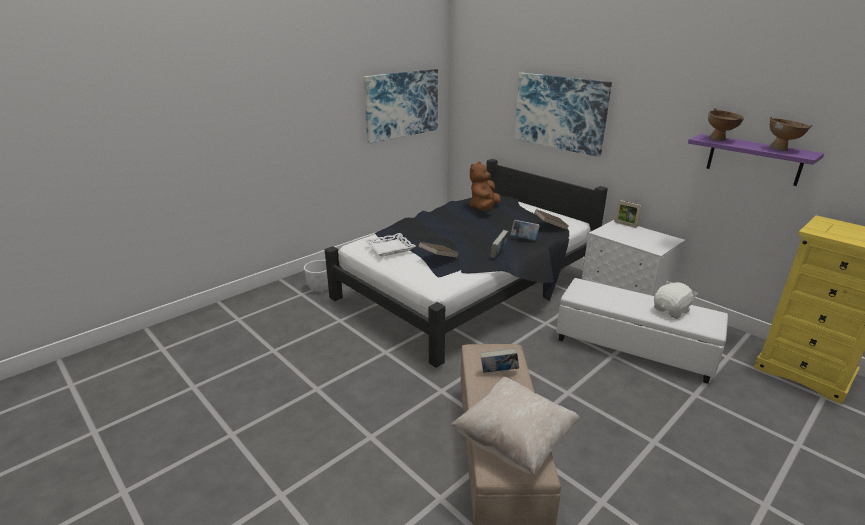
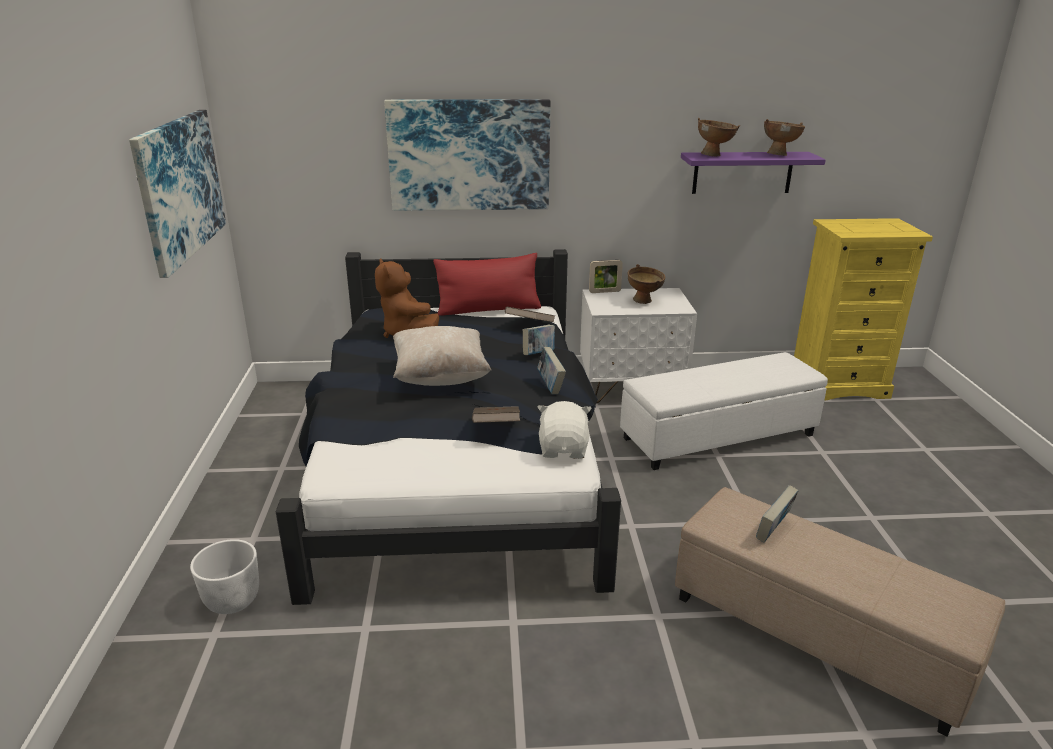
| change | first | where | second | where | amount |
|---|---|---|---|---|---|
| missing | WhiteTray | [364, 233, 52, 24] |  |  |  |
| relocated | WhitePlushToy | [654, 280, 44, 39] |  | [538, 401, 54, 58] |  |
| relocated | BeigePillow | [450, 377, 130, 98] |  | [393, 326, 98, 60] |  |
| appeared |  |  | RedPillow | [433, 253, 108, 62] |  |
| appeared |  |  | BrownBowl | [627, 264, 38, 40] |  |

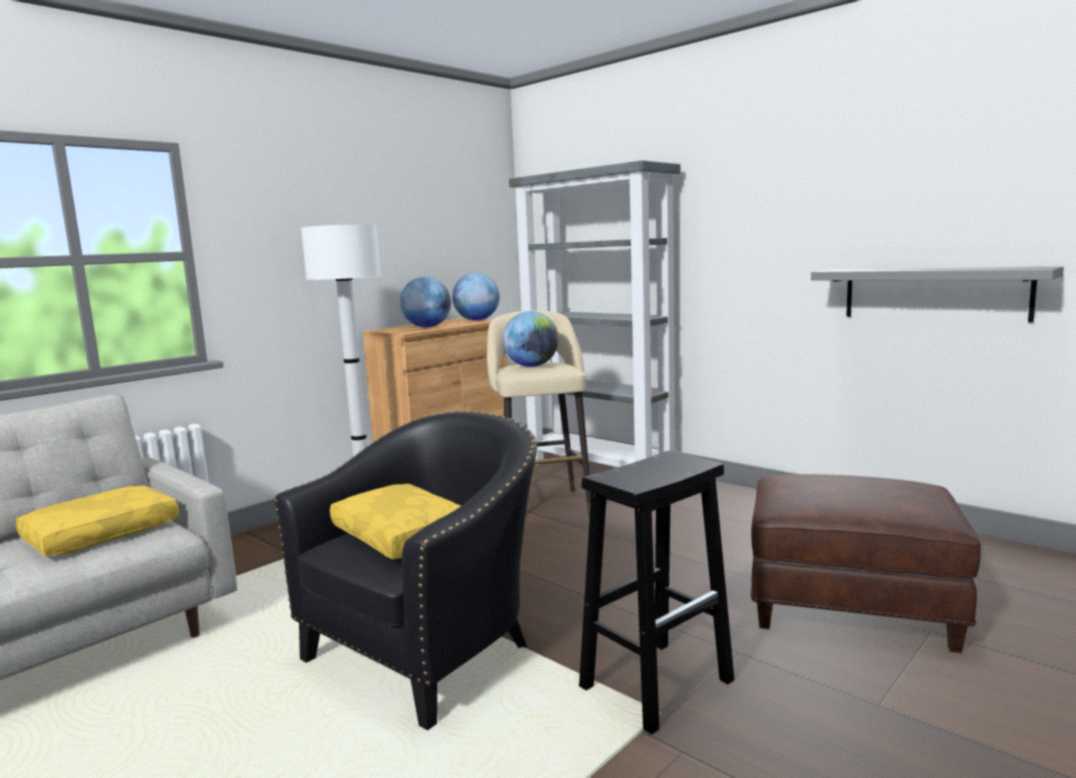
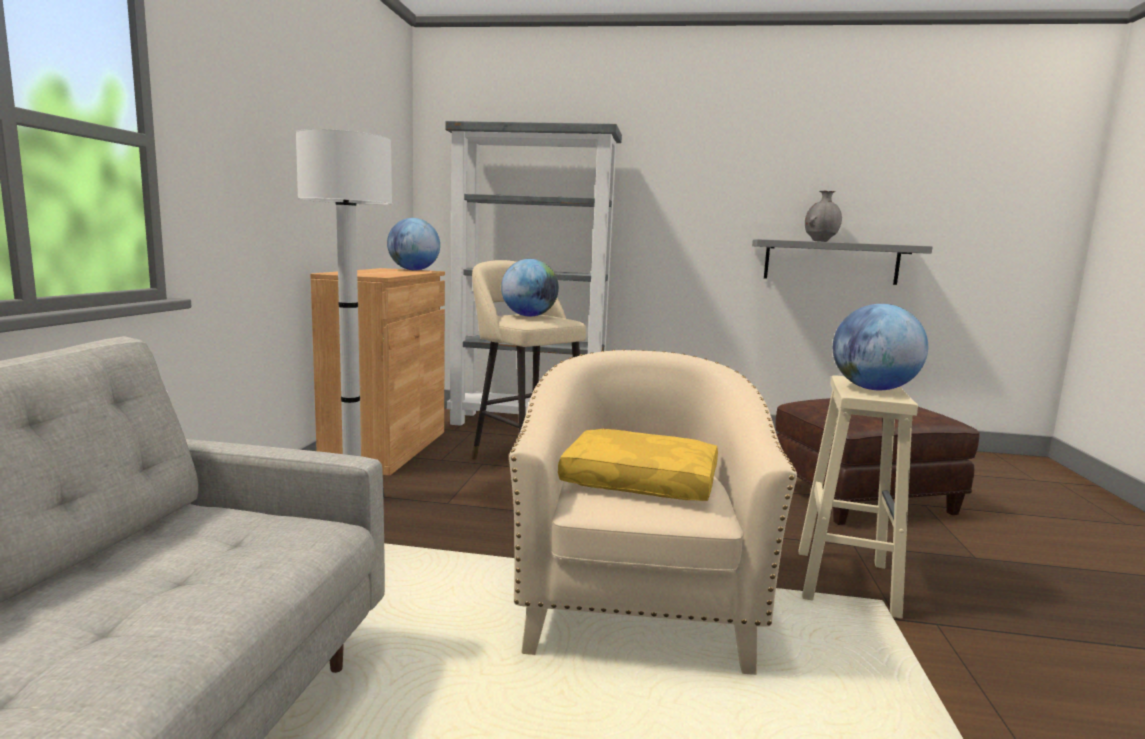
| change | first | where | second | where | amount |
|---|---|---|---|---|---|
| relocated | Globe | [400, 277, 51, 50] |  | [833, 304, 95, 86] |  |
| colour | BlackArmchair | [275, 411, 262, 319] | BeigeArmchair | [509, 349, 288, 326] |  |
| colour | BlackStool | [579, 451, 155, 284] | BeigeStool | [799, 375, 119, 244] |  |
| missing | YellowPillow | [16, 486, 163, 71] |  |  |  |
| appeared |  |  | GreyVase | [805, 190, 37, 52] |  |

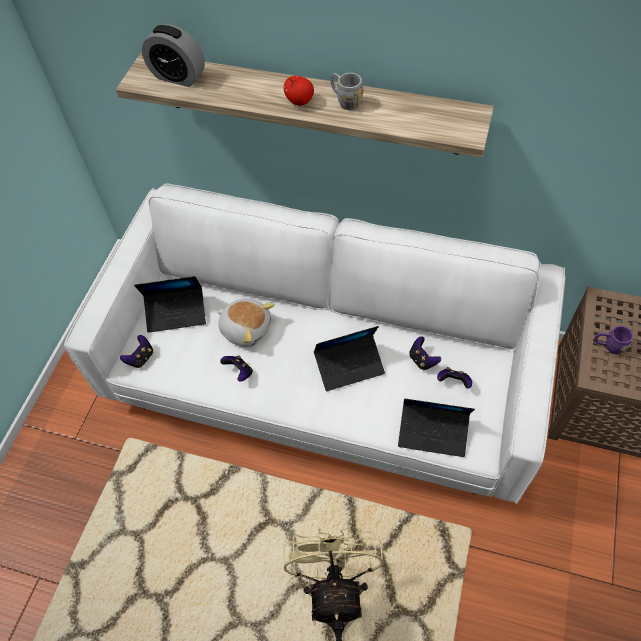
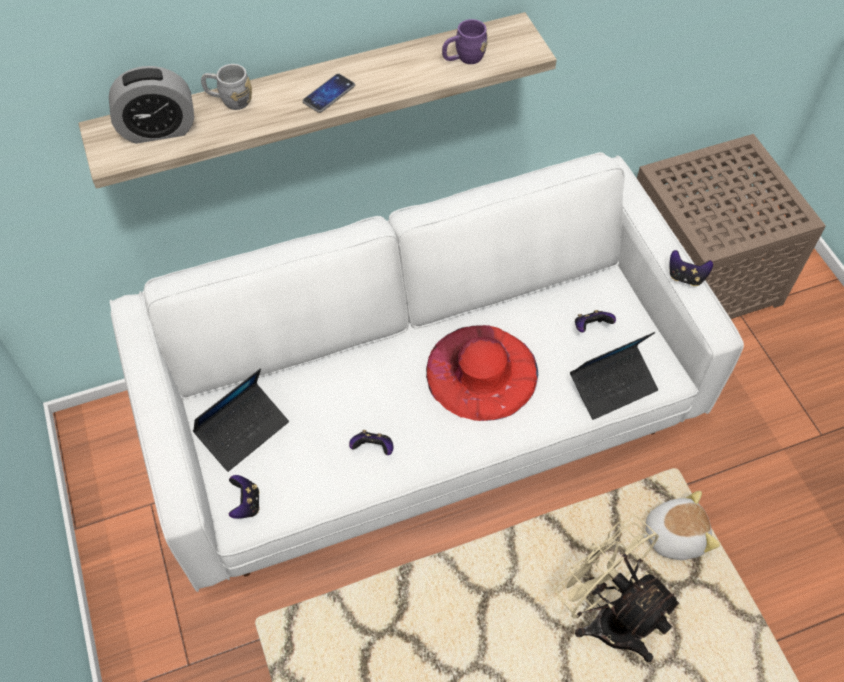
| change | first | where | second | where | amount |
|---|---|---|---|---|---|
| relocated | GreyMug | [331, 73, 33, 37] |  | [201, 64, 51, 46] |  |
| exchanged | Apple | [284, 76, 30, 30] | Phone | [303, 74, 52, 39] |  |
| relocated | PlushToy | [217, 299, 57, 48] |  | [642, 491, 78, 69] |  |
| exchanged | Laptop | [314, 326, 71, 65] | RedHat | [426, 325, 112, 96] |  |
| relocated | PurpleMug | [594, 326, 39, 28] |  | [442, 19, 46, 45] |  |
| relocated | GameController | [409, 336, 32, 34] |  | [670, 250, 43, 36] |  |

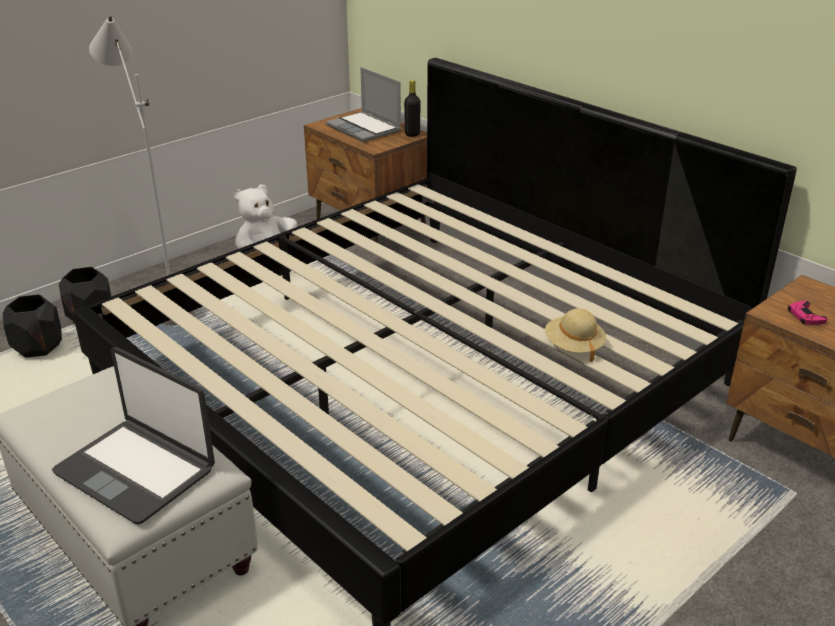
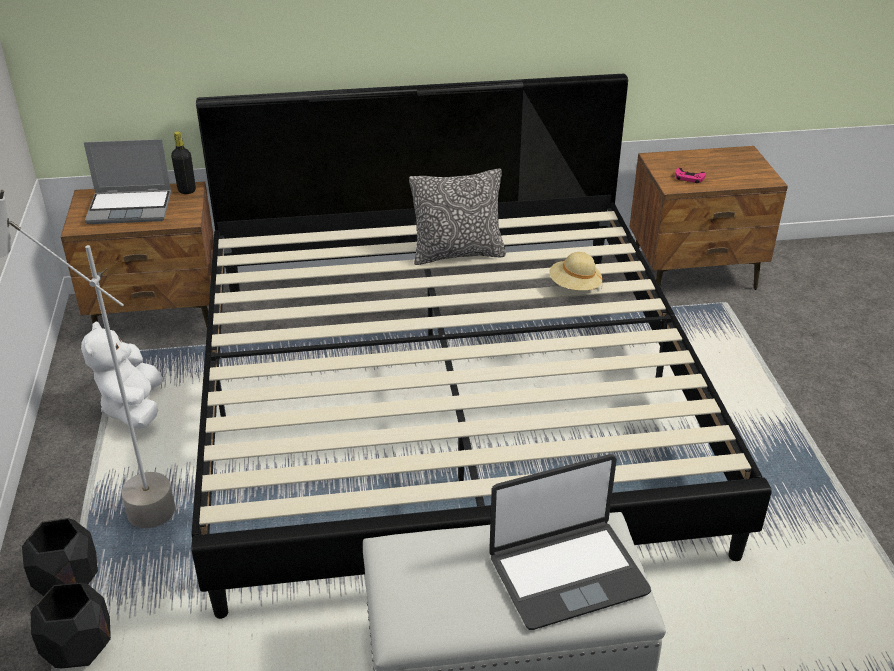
| change | first | where | second | where | amount |
|---|---|---|---|---|---|
| appeared |  |  | Pillow | [409, 169, 97, 96] |  |

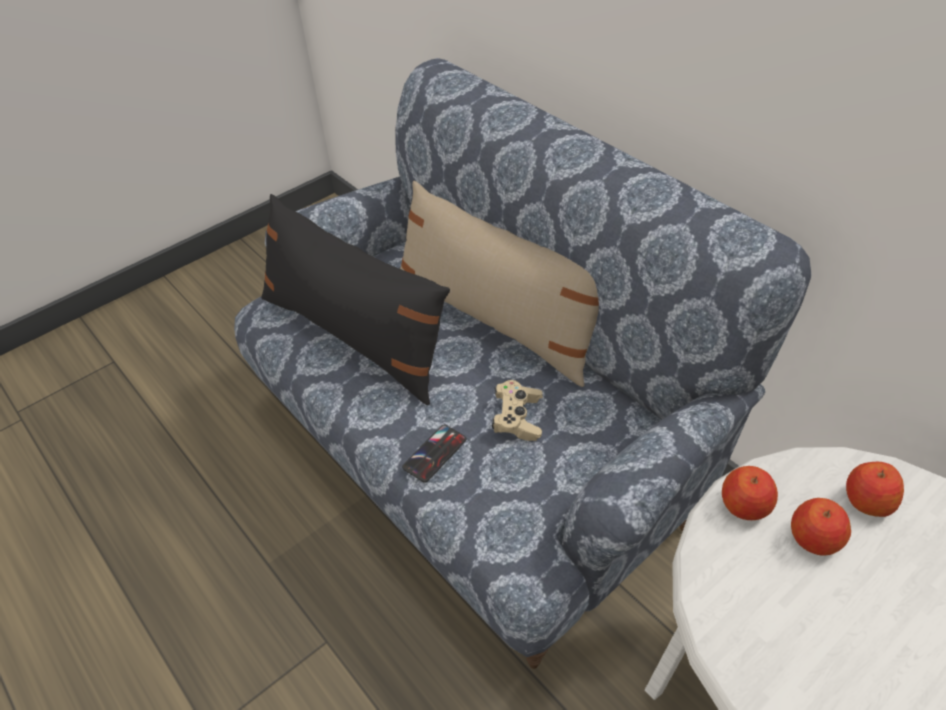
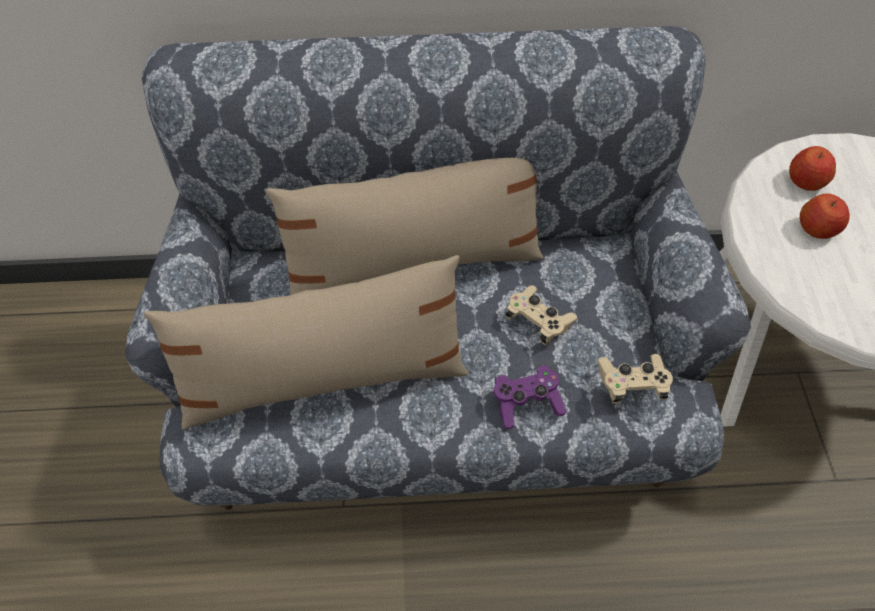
| change | first | where | second | where | amount |
|---|---|---|---|---|---|
| colour | BlackPillow | [261, 194, 189, 211] | BeigePillow | [144, 255, 325, 175] |  |
| exchanged | Phone | [402, 425, 65, 57] | PurpleGameController | [494, 365, 73, 64] |  |
| missing | Apple | [722, 466, 56, 54] |  |  |  |
| appeared |  |  | BeigeGameController | [597, 354, 76, 50] |  |

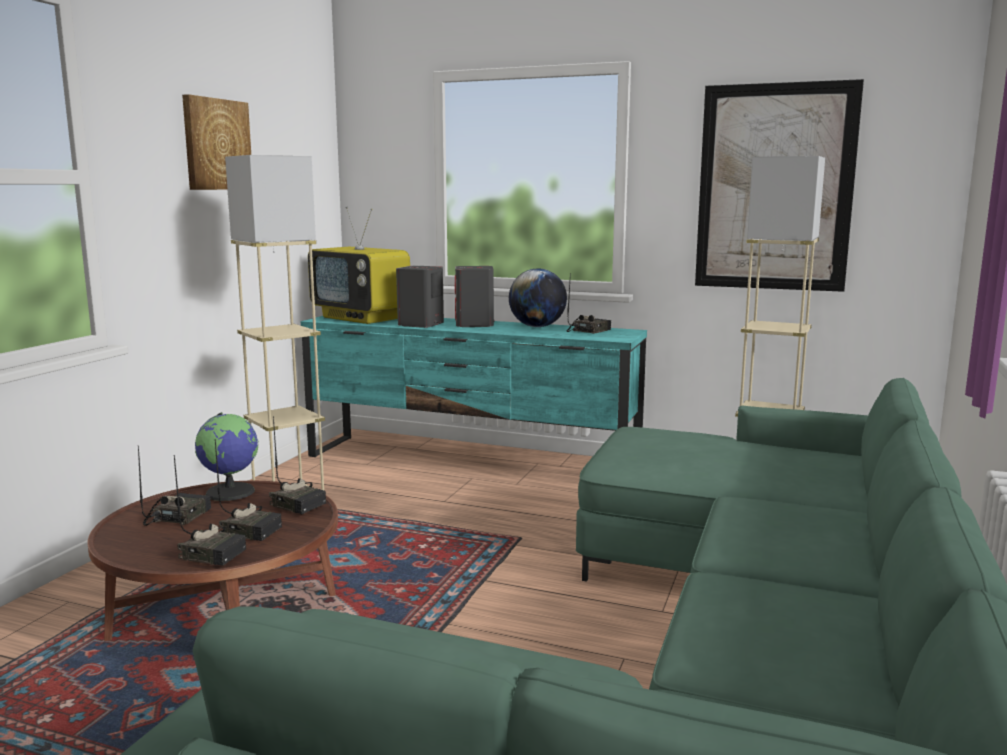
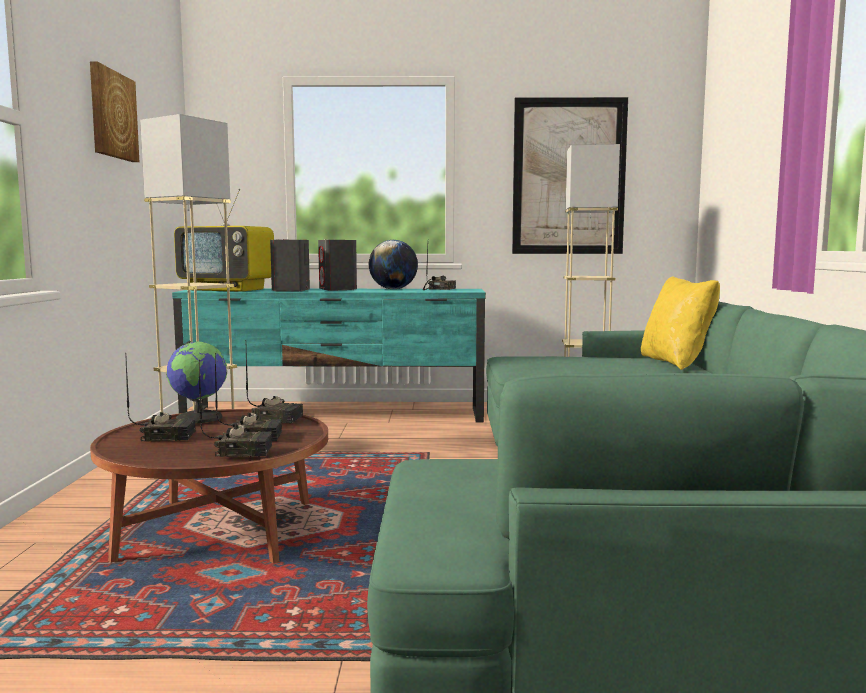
| change | first | where | second | where | amount |
|---|---|---|---|---|---|
| spun | Radio | [138, 445, 73, 81] |  | [126, 358, 69, 84] | 90 degrees clockwise |
| appeared |  |  | YellowPillow | [641, 276, 79, 94] |  |

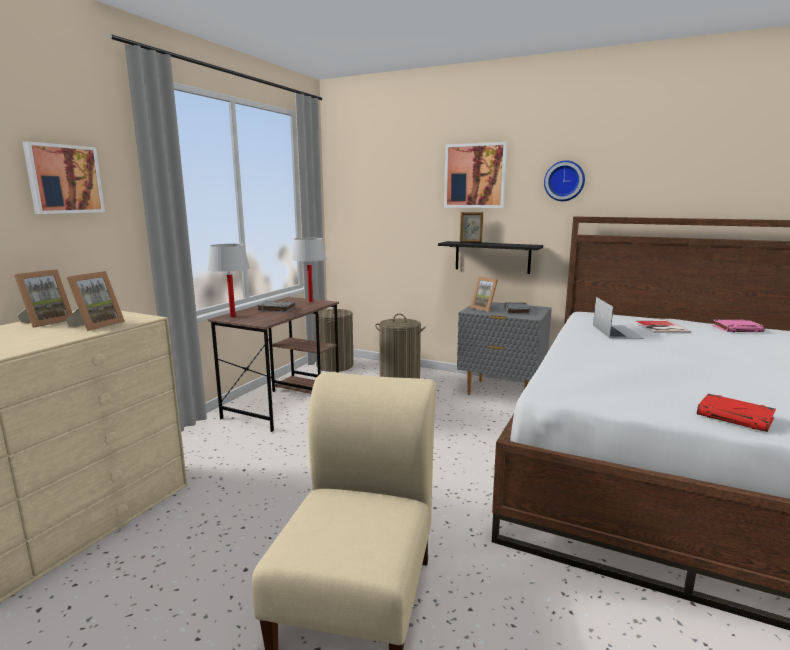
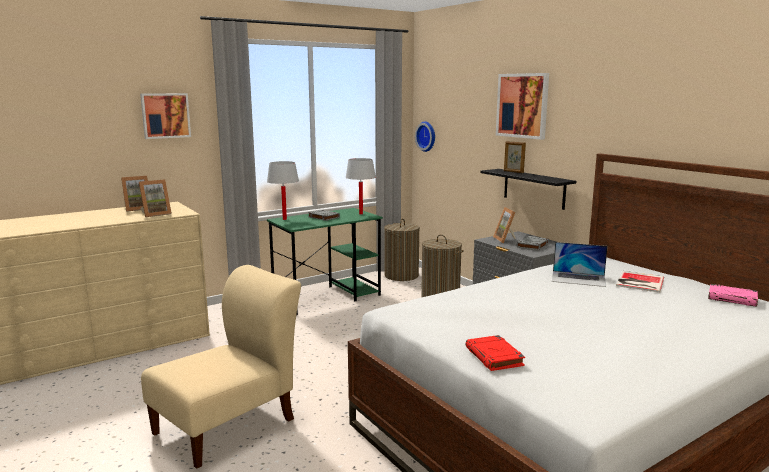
| change | first | where | second | where | amount |
|---|---|---|---|---|---|
| relocated | WallClock | [544, 161, 41, 40] |  | [415, 121, 20, 31] |  |
| colour | BrownDesk | [208, 297, 131, 135] | GreenDesk | [267, 208, 116, 107] |  |
| spun | Laptop | [593, 297, 52, 42] |  | [552, 242, 56, 45] | 75 degrees clockwise |

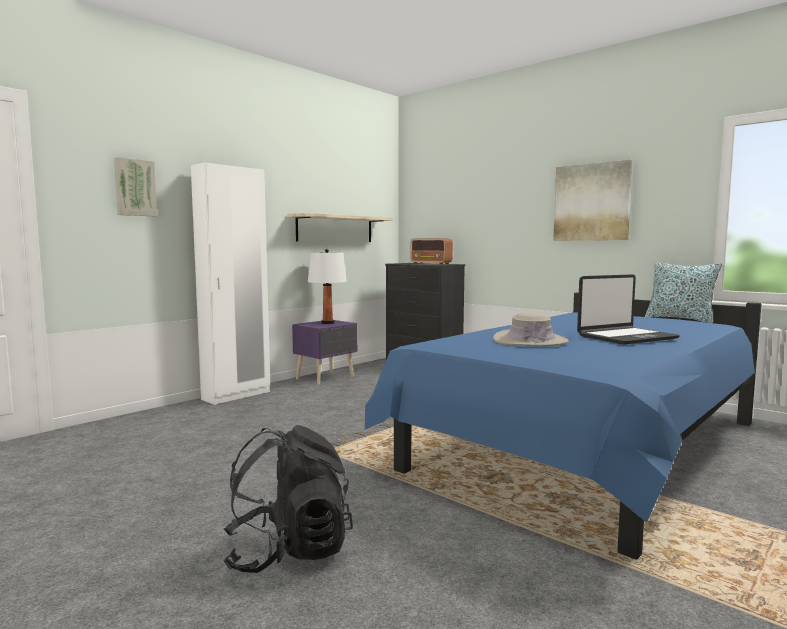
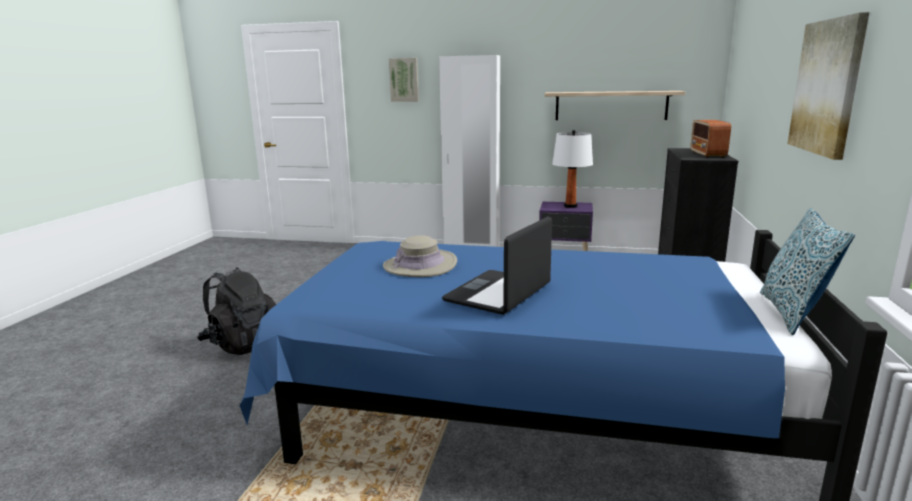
| change | first | where | second | where | amount |
|---|---|---|---|---|---|
| spun | Laptop | [577, 274, 103, 71] |  | [442, 216, 110, 99] | 90 degrees clockwise |

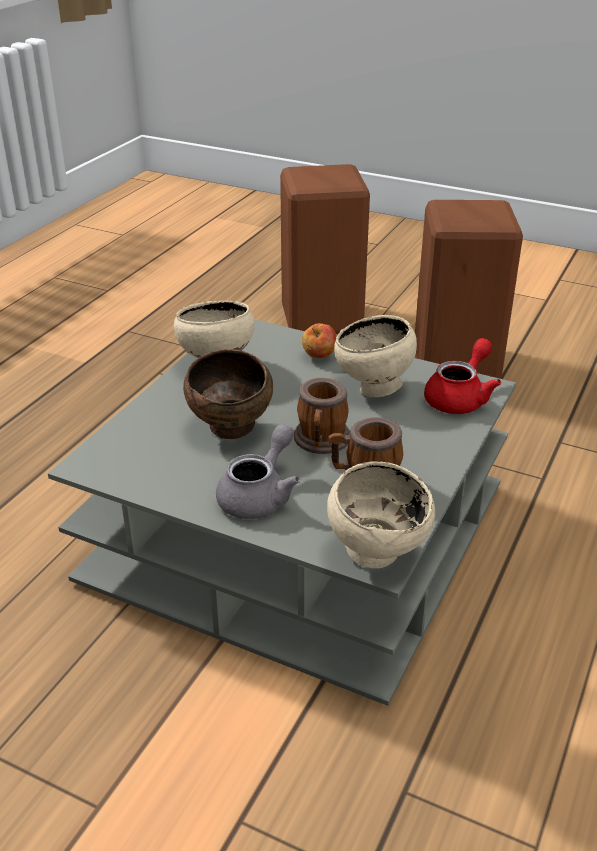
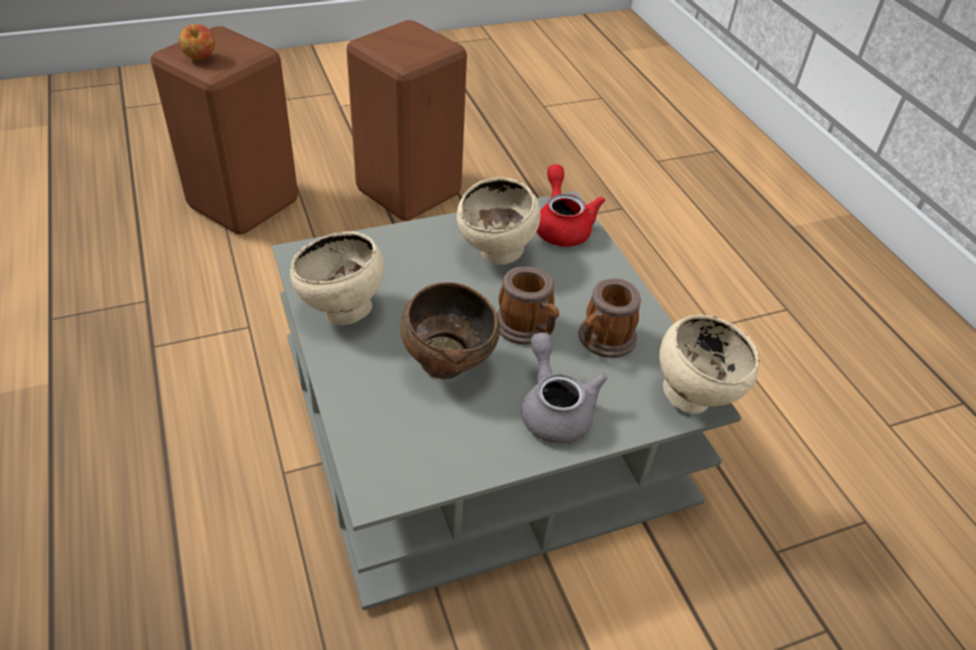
| change | first | where | second | where | amount |
|---|---|---|---|---|---|
| relocated | Apple | [302, 323, 35, 35] |  | [179, 24, 36, 36] |  |

